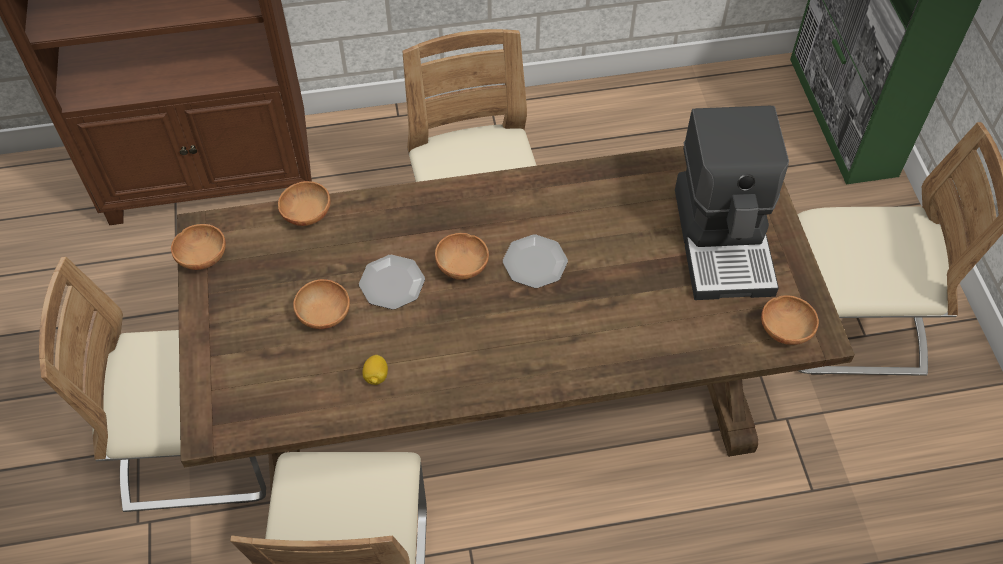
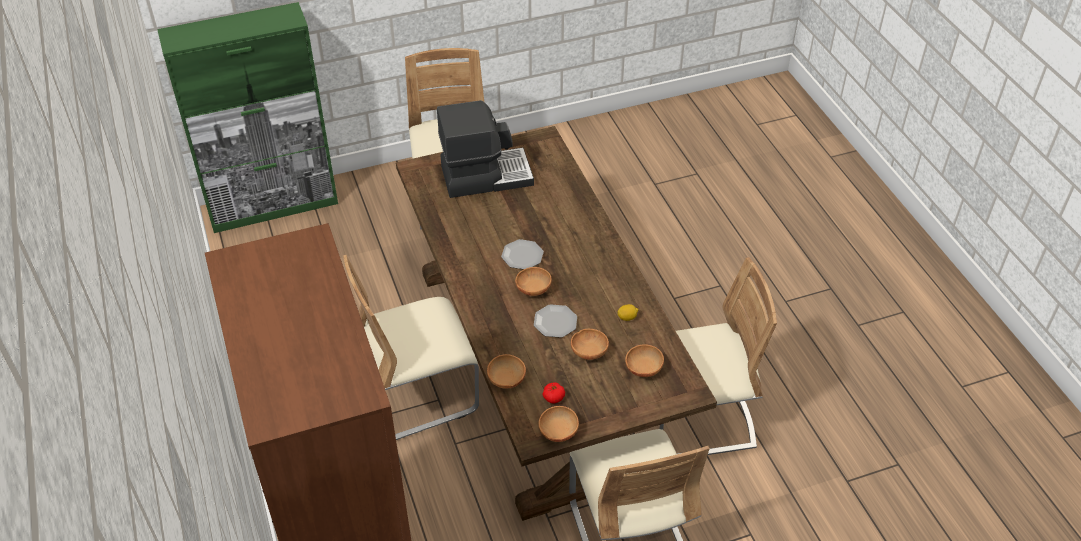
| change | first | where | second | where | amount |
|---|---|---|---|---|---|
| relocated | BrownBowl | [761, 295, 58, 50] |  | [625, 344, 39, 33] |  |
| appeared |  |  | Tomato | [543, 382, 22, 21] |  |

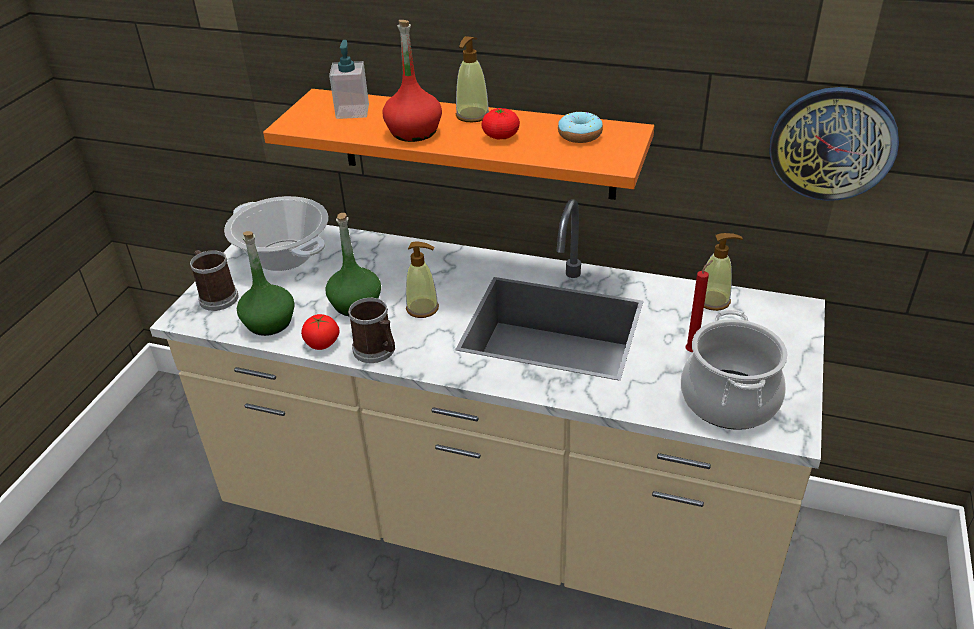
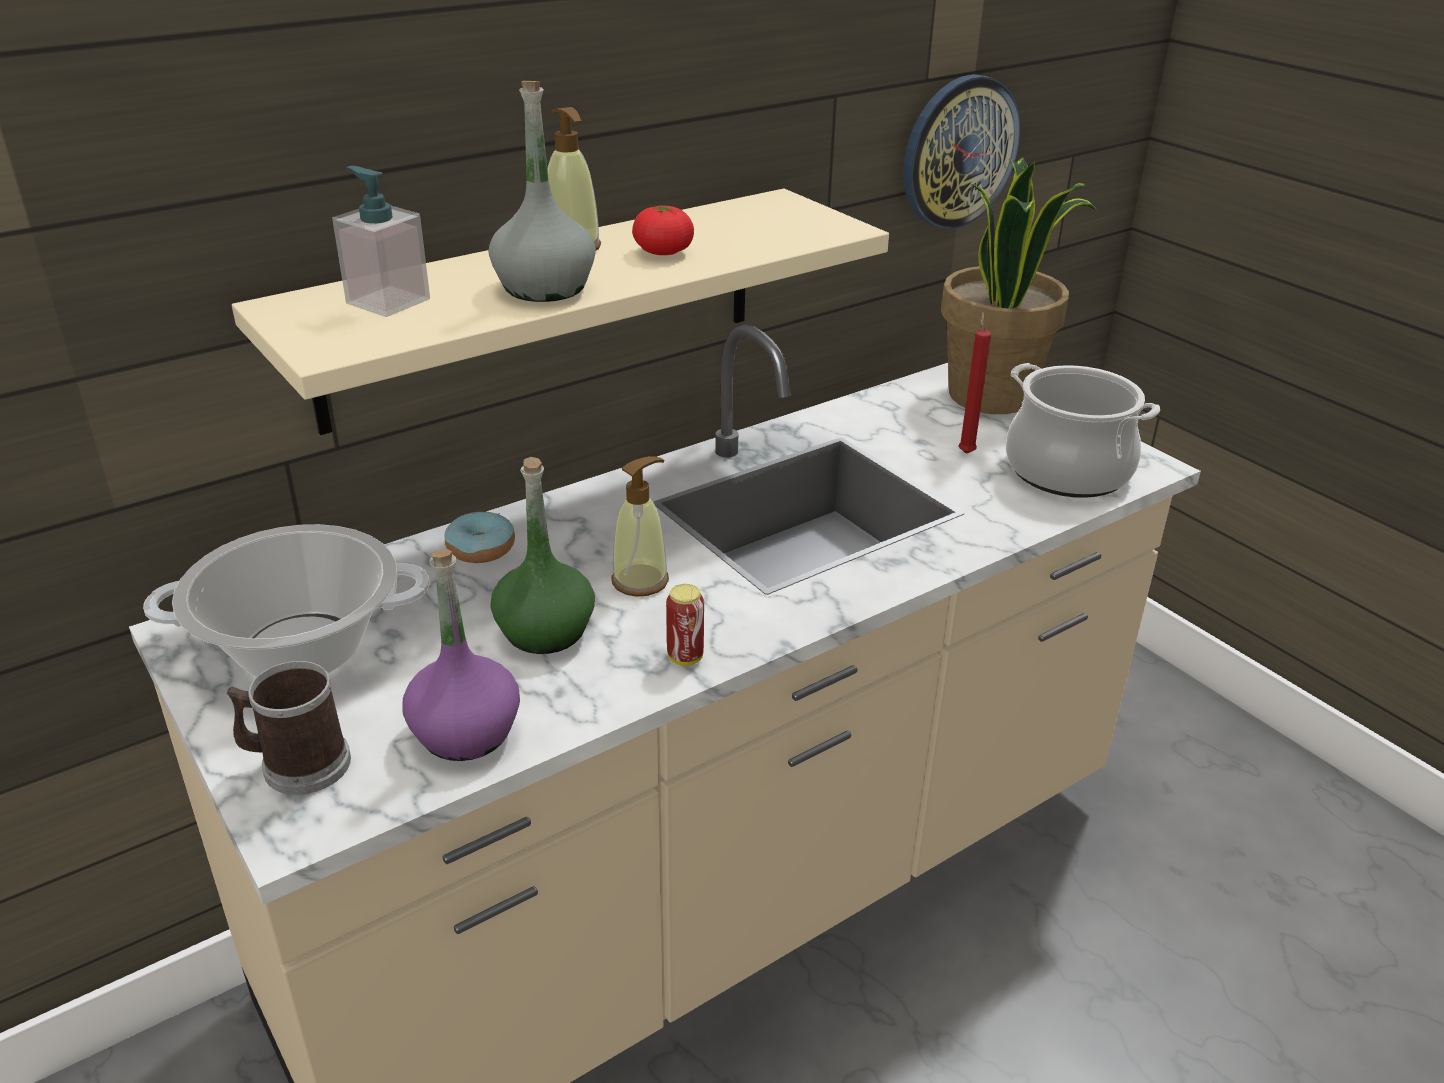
| change | first | where | second | where | amount |
|---|---|---|---|---|---|
| colour | RedBottle | [382, 20, 60, 122] | GreyBottle | [489, 81, 107, 221] |  |
| colour | OrangeShelf | [263, 89, 391, 111] | BeigeShelf | [232, 189, 657, 246] |  |
| relocated | Donut | [558, 112, 45, 31] |  | [445, 512, 70, 51] |  |
| colour | GreenBottle | [237, 231, 58, 105] | PurpleBottle | [402, 549, 118, 212] |  |
| missing | SoapDispenser | [704, 233, 39, 78] |  |  |  |
| exchanged | Mug | [348, 298, 47, 65] | Can | [666, 584, 38, 82] |  |
| missing | Tomato | [301, 314, 39, 36] |  |  |  |
| appeared |  |  | PottedPlant | [941, 157, 156, 257] |  |

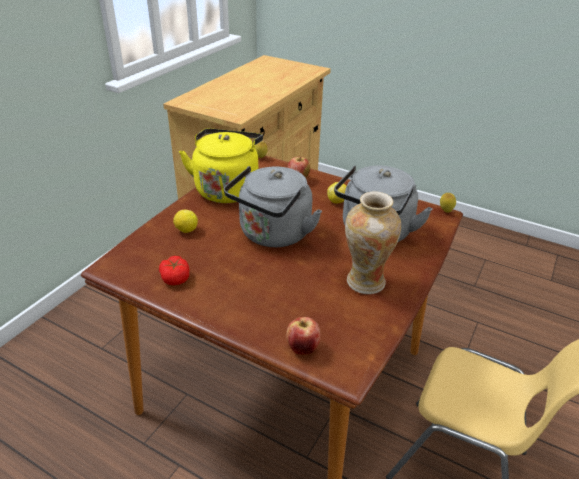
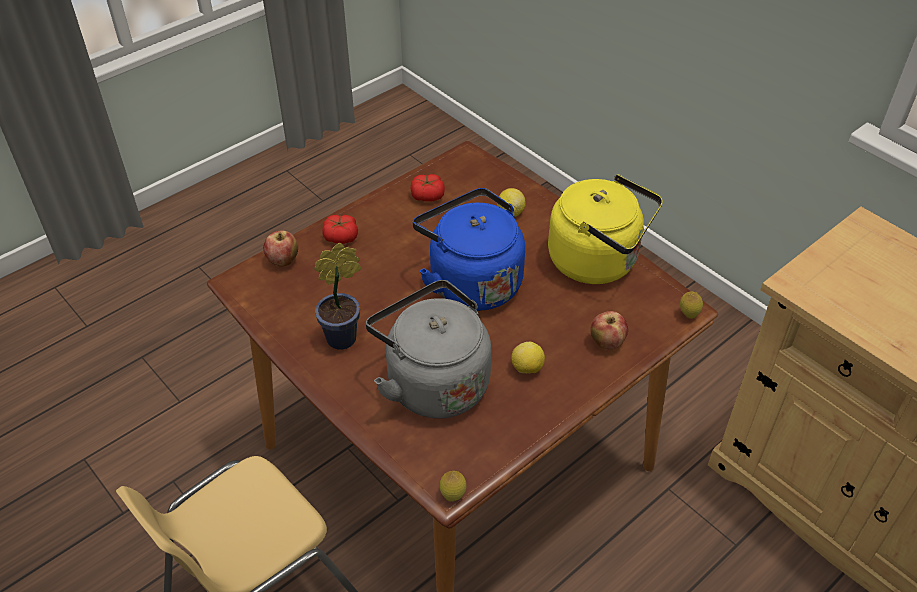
| change | first | where | second | where | amount |
|---|---|---|---|---|---|
| colour | GreyKettle | [224, 166, 98, 81] | BlueKettle | [413, 188, 112, 123] |  |
| exchanged | Vase | [345, 191, 56, 103] | PottedPlant | [314, 243, 47, 107] |  |
| appeared |  |  | Tomato | [322, 215, 36, 29] |  |

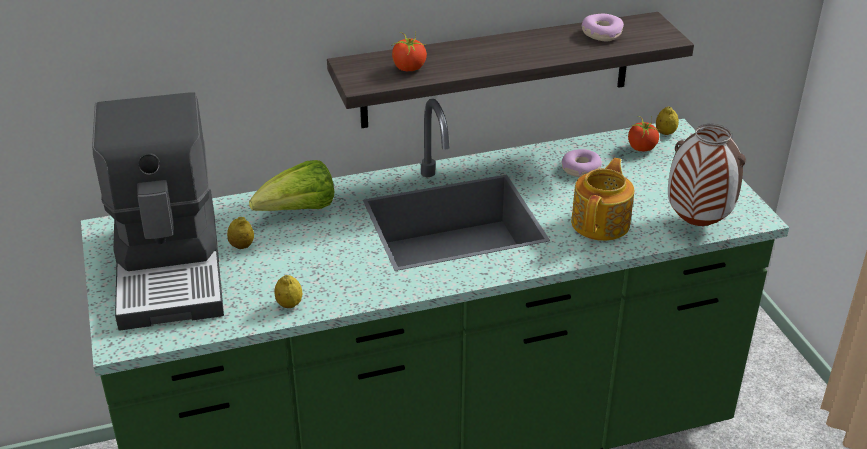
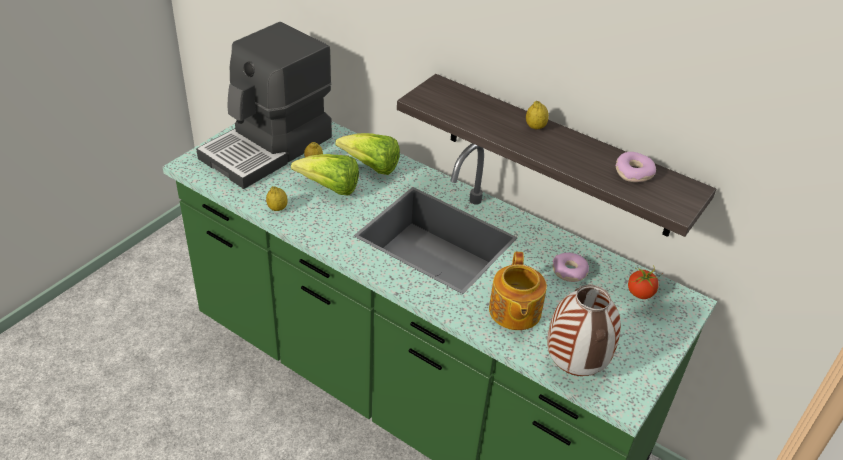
| change | first | where | second | where | amount |
|---|---|---|---|---|---|
| missing | Tomato | [392, 32, 35, 39] |  |  |  |
| relocated | Lemon | [656, 106, 23, 29] |  | [526, 101, 23, 28] |  |
| spun | Teapot | [571, 158, 63, 83] |  | [489, 252, 58, 78] | 105 degrees clockwise |
| appeared |  |  | Lettuce | [291, 154, 68, 41] |  |

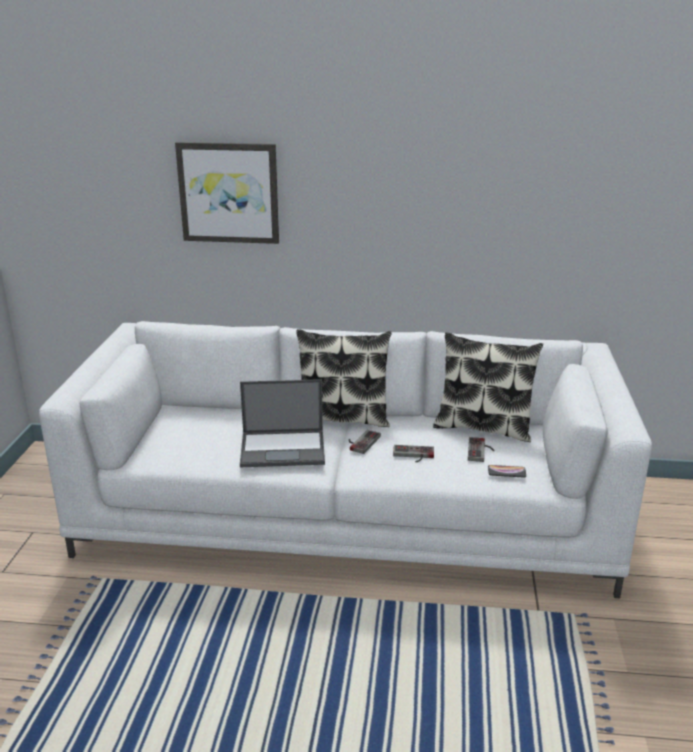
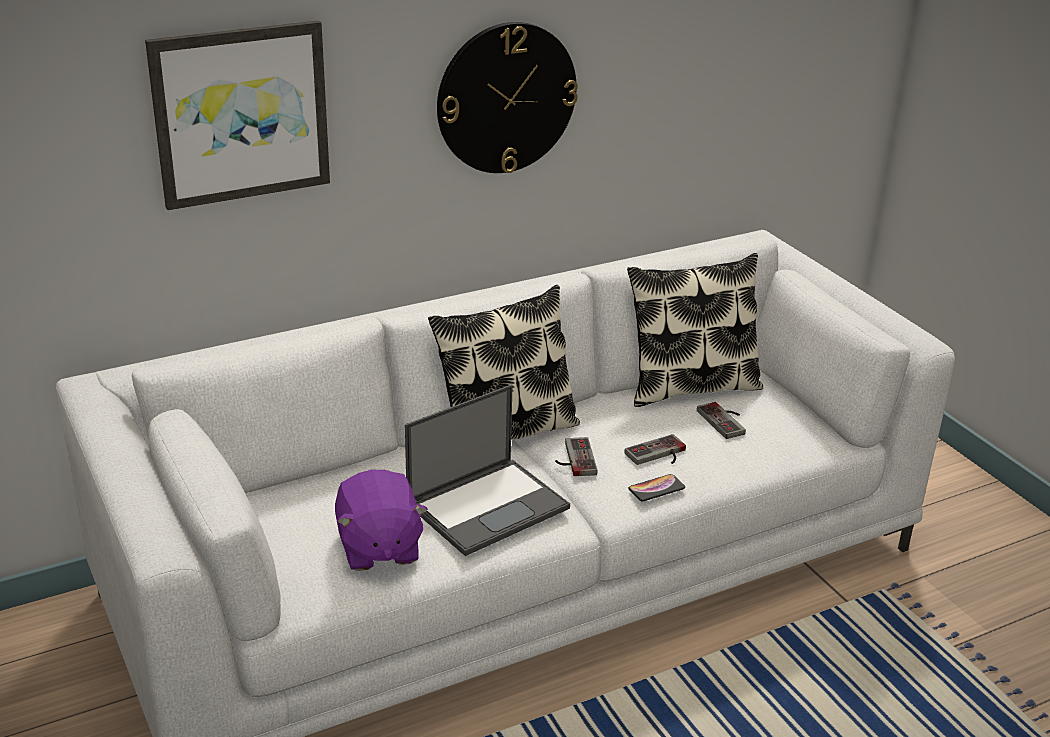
| change | first | where | second | where | amount |
|---|---|---|---|---|---|
| relocated | Phone | [488, 465, 38, 13] |  | [629, 474, 56, 27] |  |
| appeared |  |  | WallClock | [437, 22, 141, 151] |  |
| appeared |  |  | PurplePlushToy | [335, 470, 93, 101] |  |

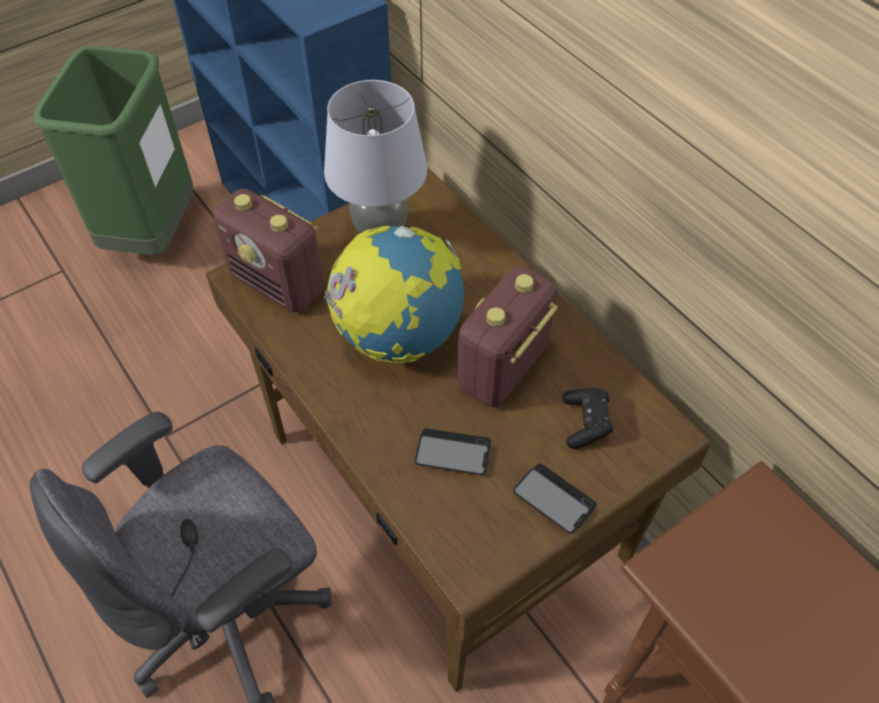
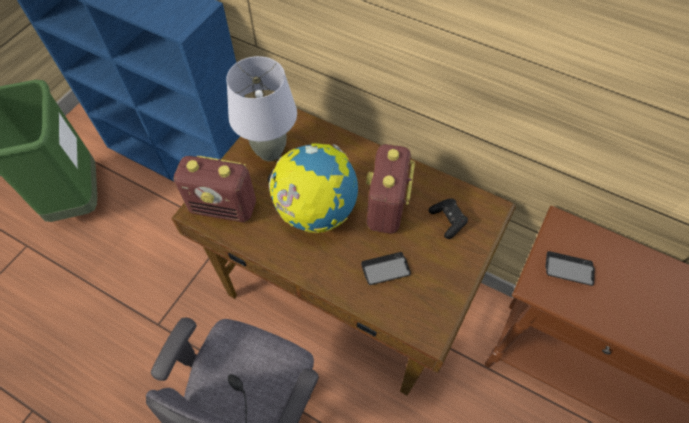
| change | first | where | second | where | amount |
|---|---|---|---|---|---|
| relocated | Phone | [513, 464, 84, 70] |  | [546, 251, 49, 35] |  |

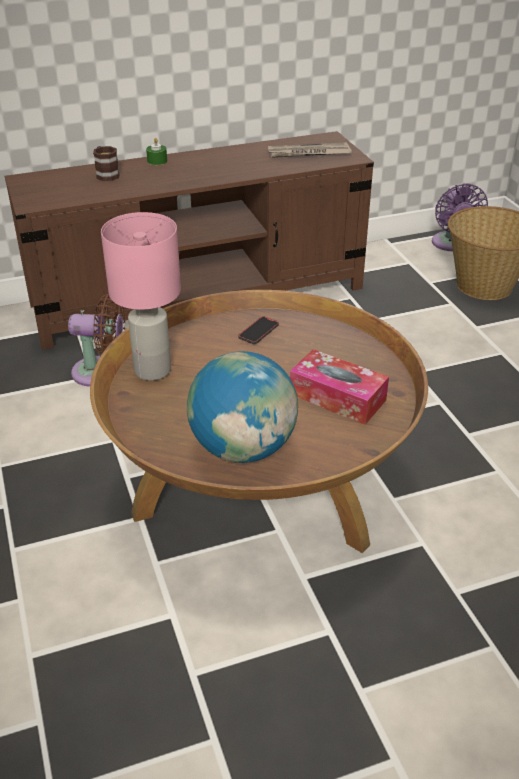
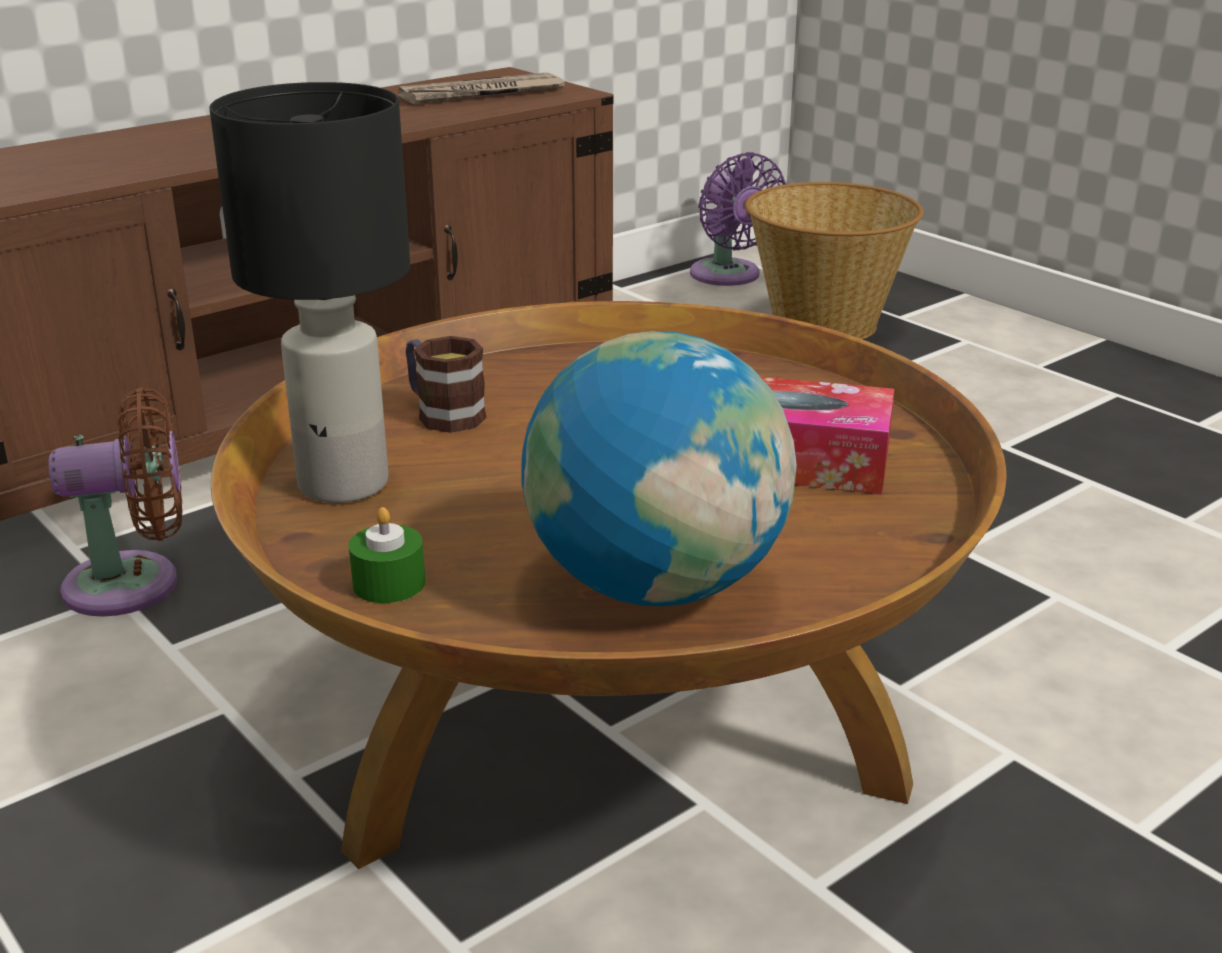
| change | first | where | second | where | amount |
|---|---|---|---|---|---|
| relocated | GreenCandle | [146, 138, 21, 27] |  | [348, 507, 77, 96] |  |
| relocated | Mug | [93, 146, 26, 35] |  | [406, 336, 81, 97] |  |
| colour | PinkTableLamp | [101, 212, 80, 169] | BlackTableLamp | [209, 82, 201, 421] |  |
| missing | Phone | [238, 316, 41, 28] |  |  |  |

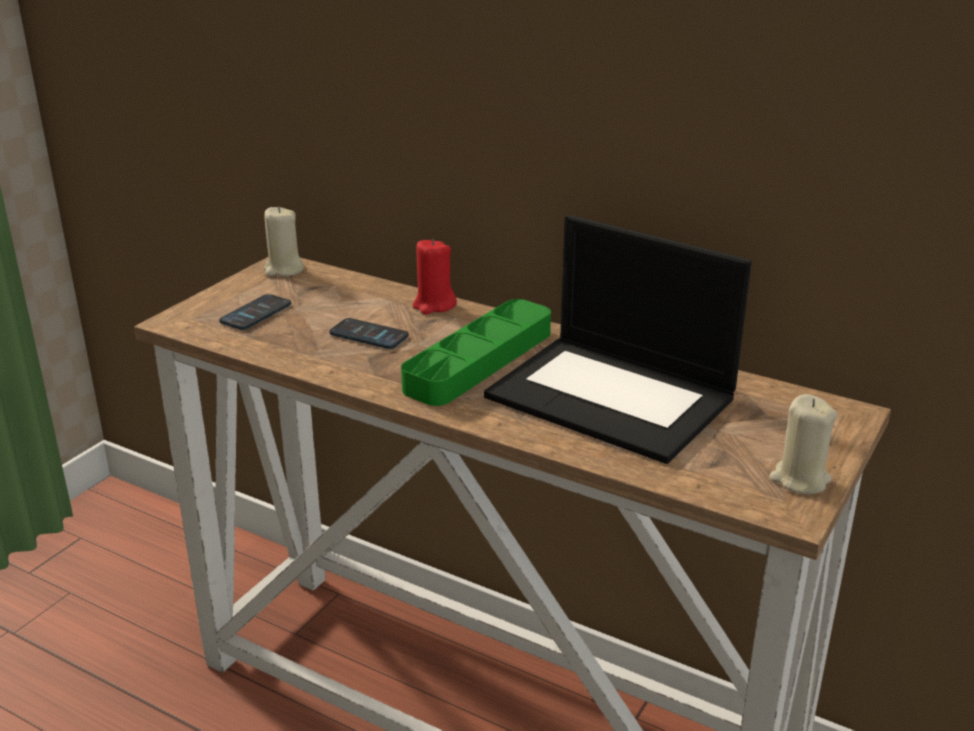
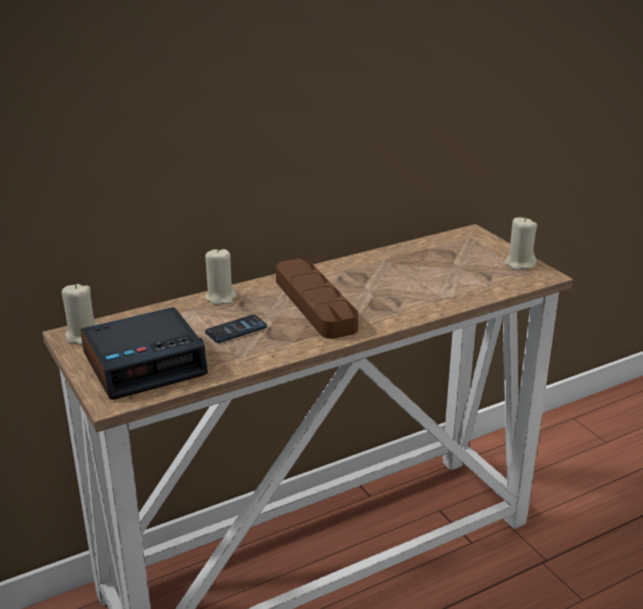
| change | first | where | second | where | amount |
|---|---|---|---|---|---|
| missing | Laptop | [484, 215, 268, 249] |  |  |  |
| colour | RedCandle | [413, 239, 44, 75] | BeigeCandle | [205, 248, 31, 57] |  |
| exchanged | Phone | [219, 294, 72, 36] | AlarmClock | [80, 307, 128, 93] |  |
| colour | GreenTray | [401, 299, 150, 107] | BrownTray | [276, 258, 82, 81] |  |

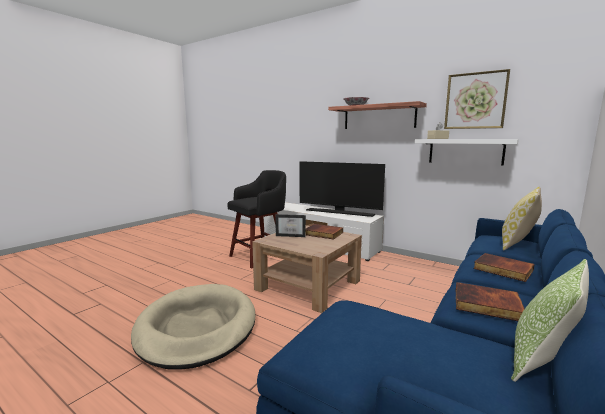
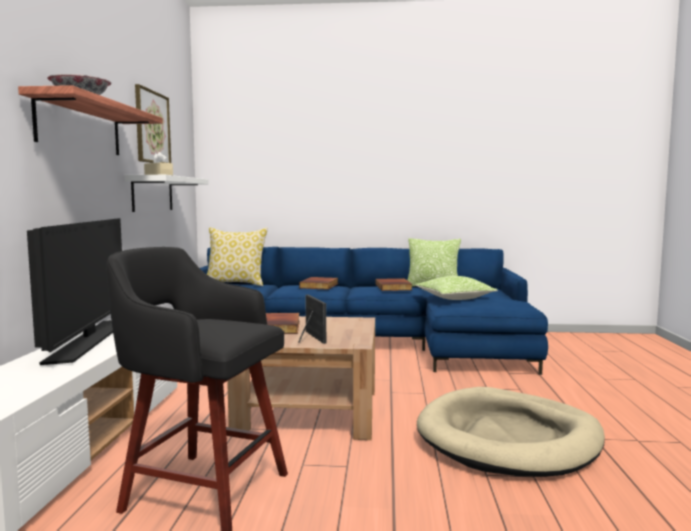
| change | first | where | second | where | amount |
|---|---|---|---|---|---|
| appeared |  |  | Pillow | [415, 276, 83, 24] |  |

